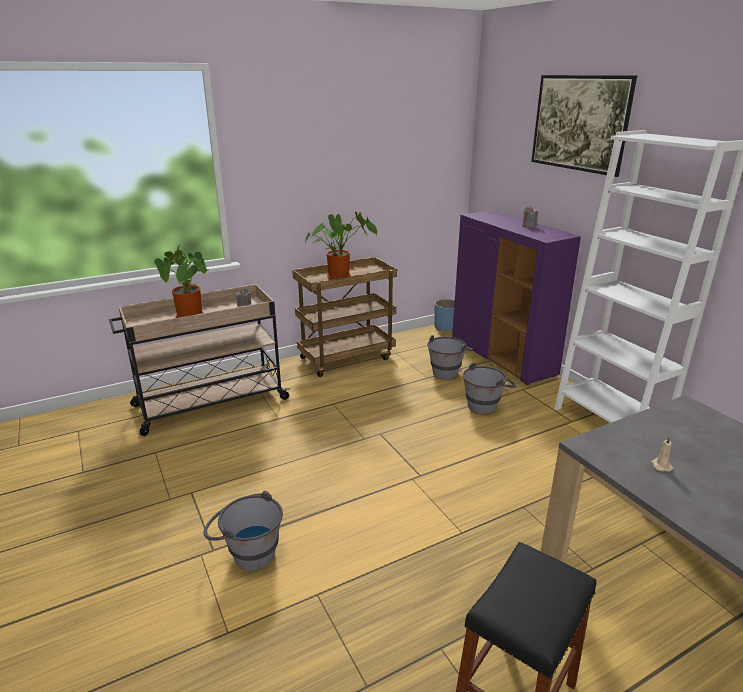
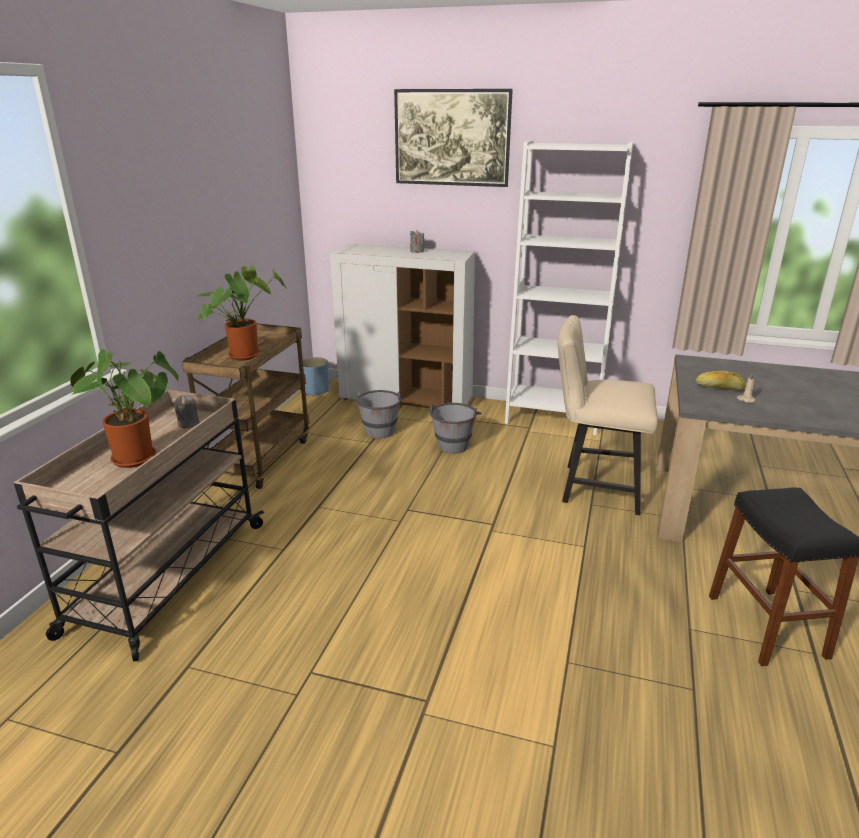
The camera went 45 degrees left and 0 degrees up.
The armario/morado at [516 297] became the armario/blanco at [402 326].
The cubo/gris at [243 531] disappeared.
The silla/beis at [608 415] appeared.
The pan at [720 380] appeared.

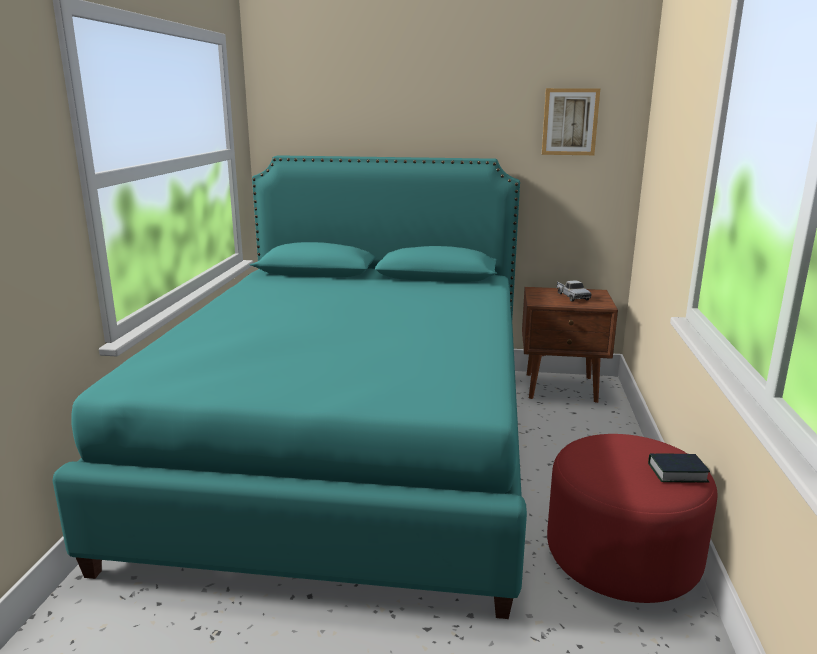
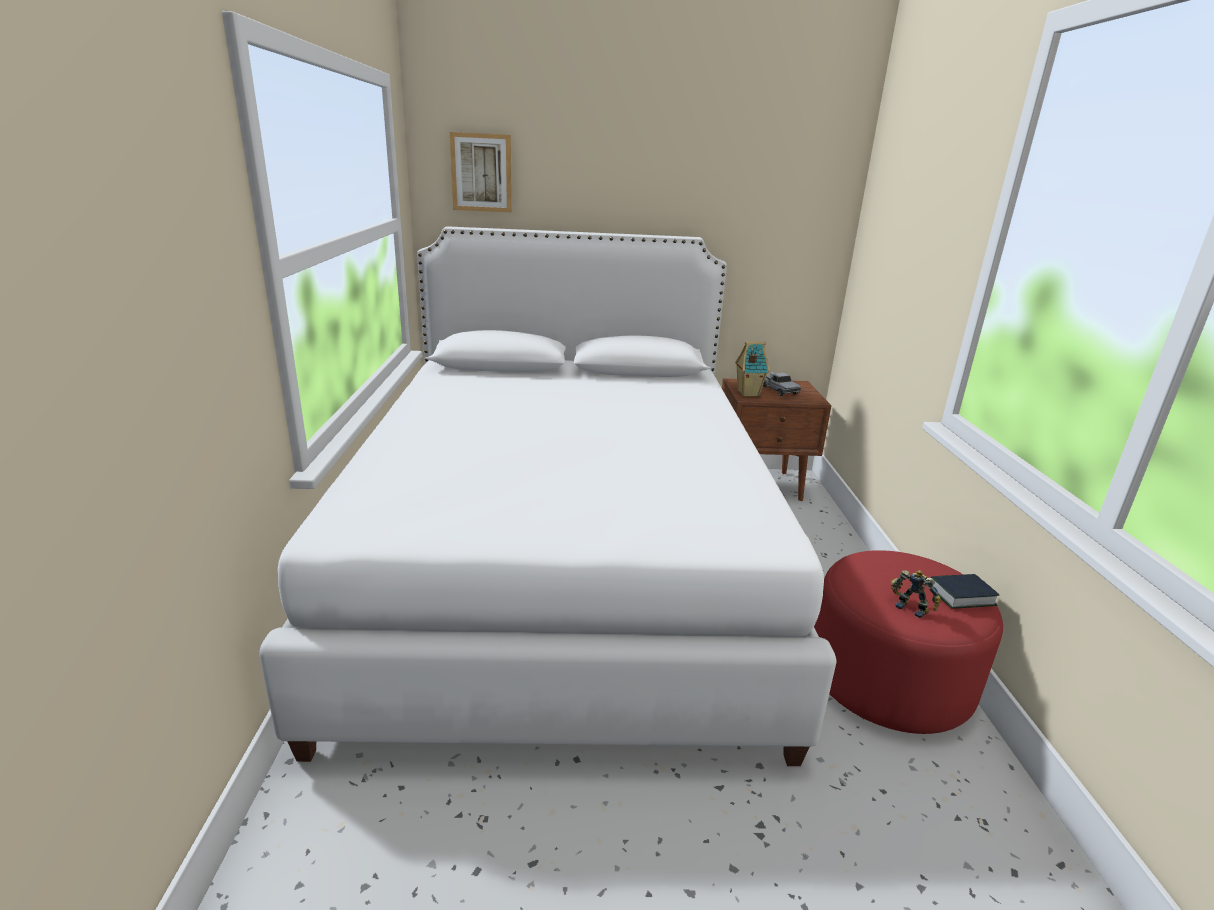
The camera went 10 degrees left and 5 degrees up.
The cuadro moved from [571 121] to [481 172].
The cama/turquesa at [290 387] became the cama/blanco at [548 496].
The casita at [752 369] appeared.
The robot de juguete at [916 594] appeared.

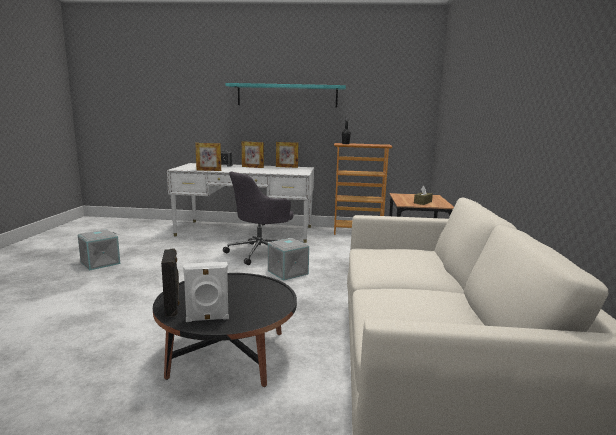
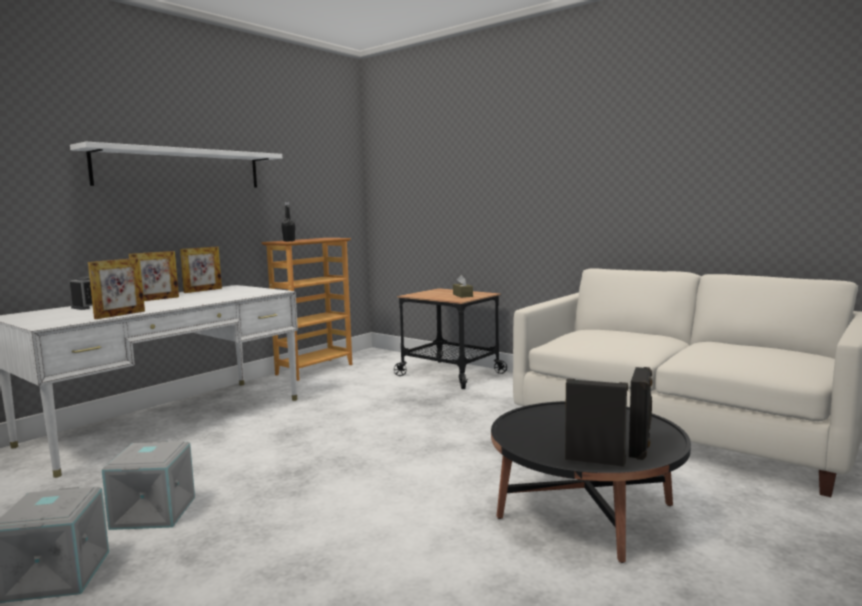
The camera went 55 degrees left and 5 degrees down.
The estante/turquesa at [285 95] became the estante/blanco at [176 165].
The silla de oficina/gris at [258 218] disappeared.
The caja de almacenaje/gris moved from [288 259] to [148 485].
The altavoz/blanco at [206 292] became the altavoz/negro at [640 413].

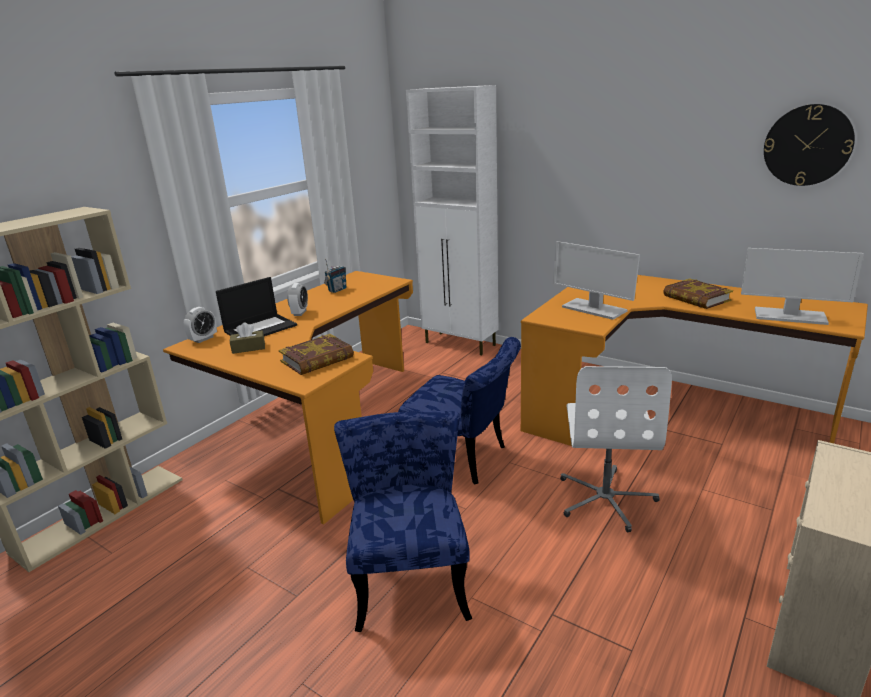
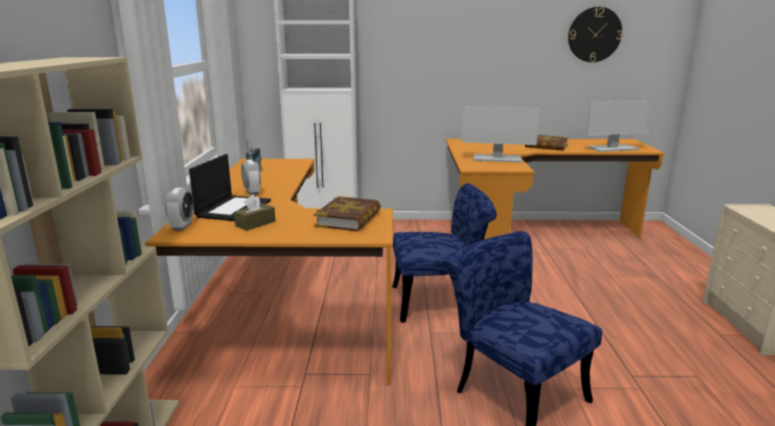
The camera went 35 degrees left and 5 degrees down.
The silla de oficina/blanco at [616 449] disappeared.

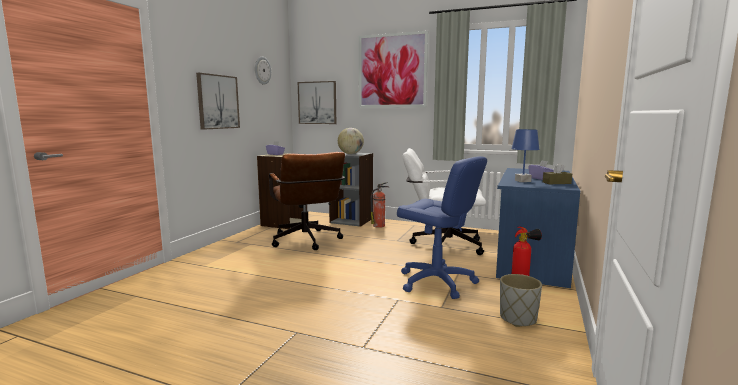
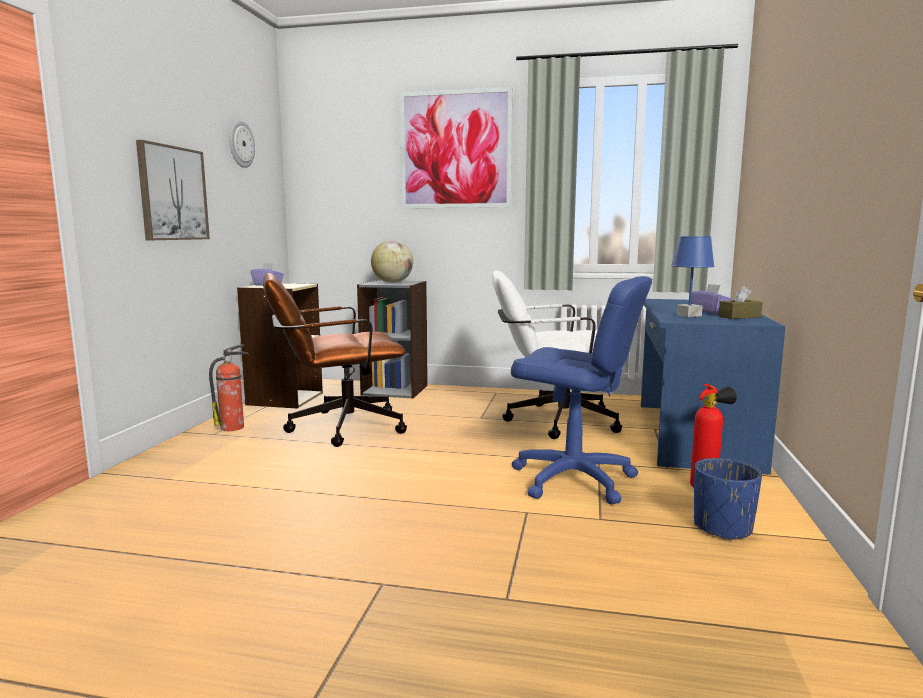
The camera went 10 degrees left and 0 degrees up.
The cuadro at [317 102] disappeared.
The silla de oficina/marrón at [307 201] turned 105 degrees clockwise.
The extintor moved from [379 205] to [229 387].
The maceta/gris at [521 300] became the maceta/azul at [728 499].

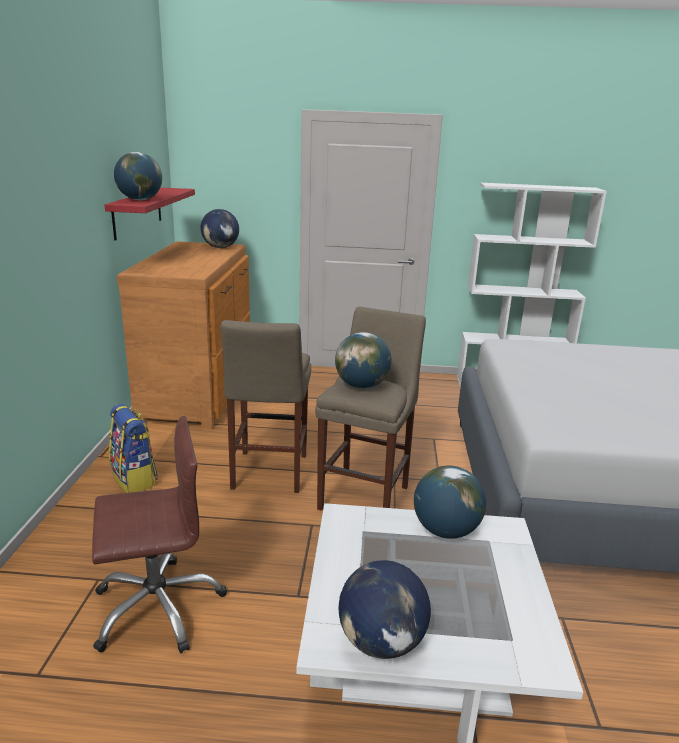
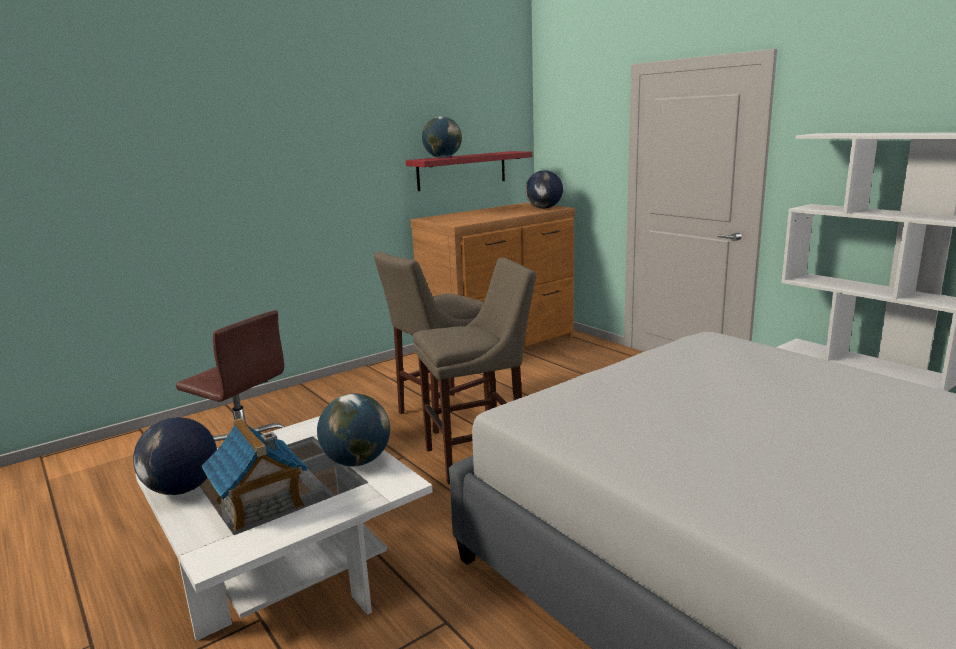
The camera went 50 degrees right and 5 degrees down.
The globo terráqueo at [363 360] disappeared.
The mochila at [133 448] disappeared.
The casita at [254 475] appeared.

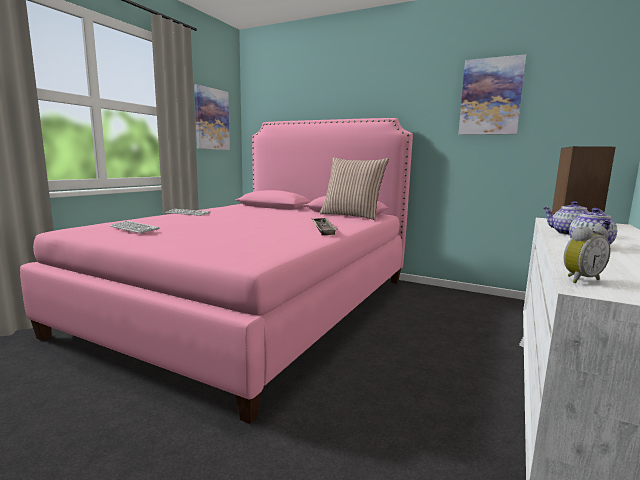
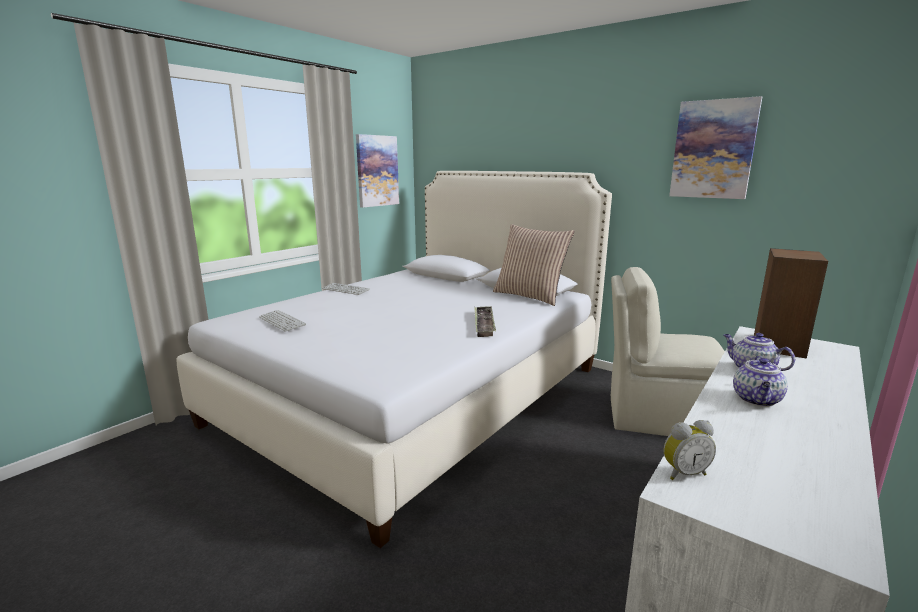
The camera went 10 degrees right and 5 degrees up.
The cama/rosa at [216 271] became the cama/blanco at [394 359].
The silla/beis at [668 351] appeared.

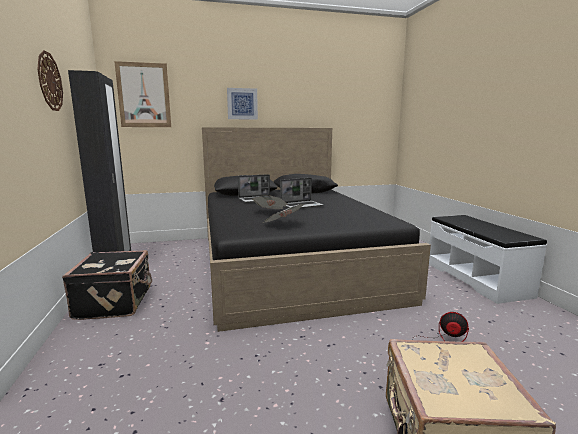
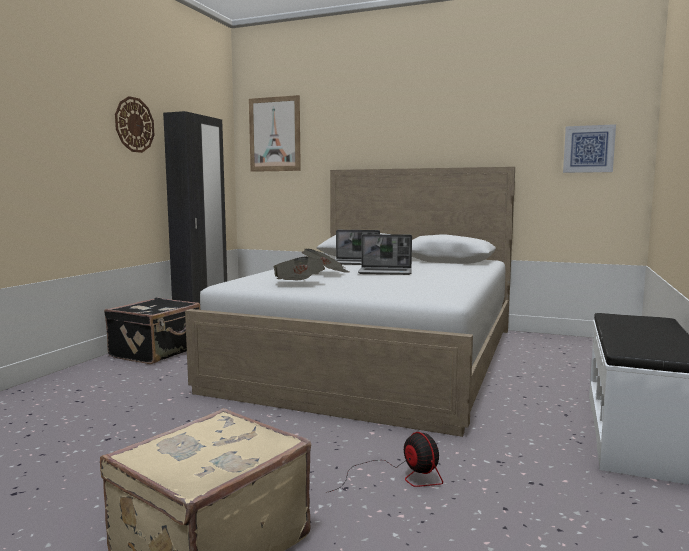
The camera went 35 degrees right and 5 degrees down.
The cuadro moved from [242 104] to [589 148].
The cama/negro at [316 229] became the cama/blanco at [350 302].

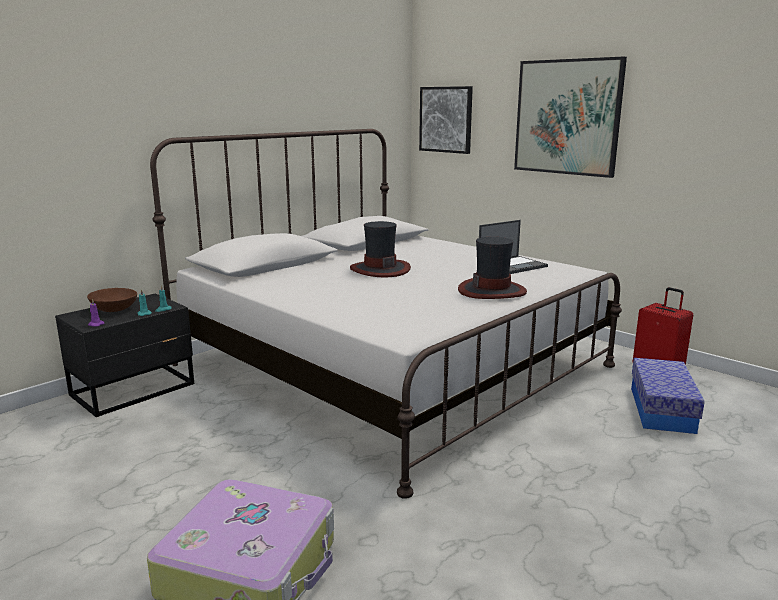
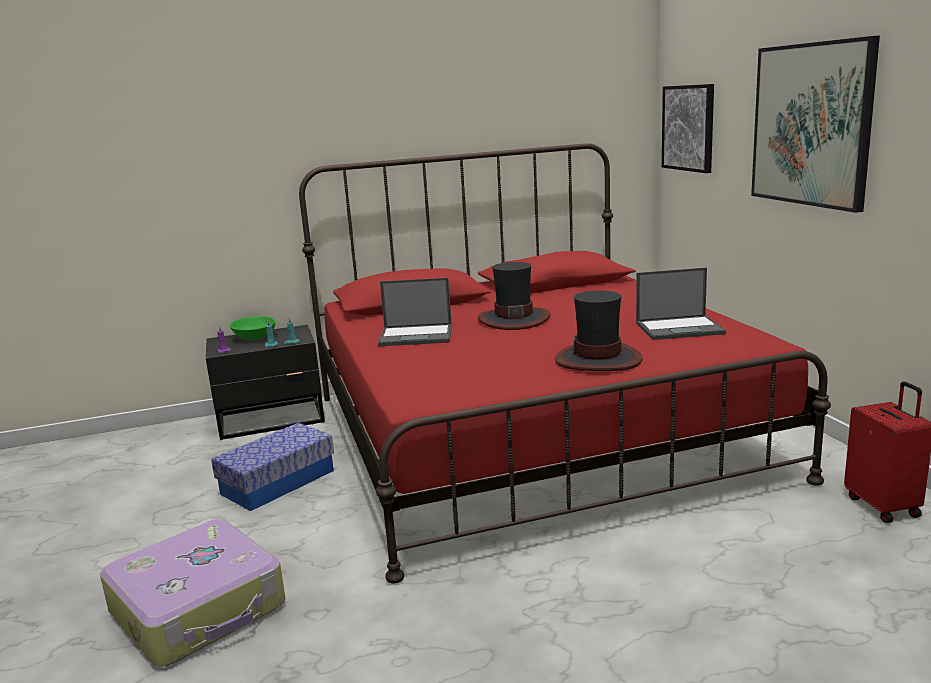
The camera went 30 degrees right and 0 degrees up.
The cama/blanco at [386 314] became the cama/rojo at [565 363].
The cuenco/marrón at [112 300] became the cuenco/verde at [252 328].
The caja de almacenaje moved from [668 396] to [272 467].
The portátil at [415 312] appeared.

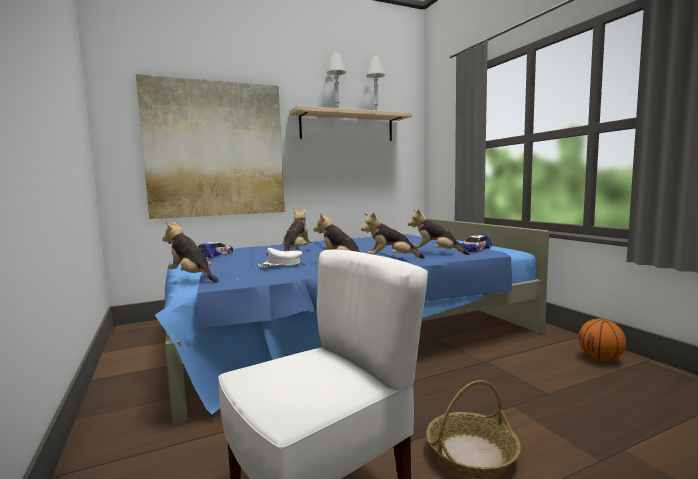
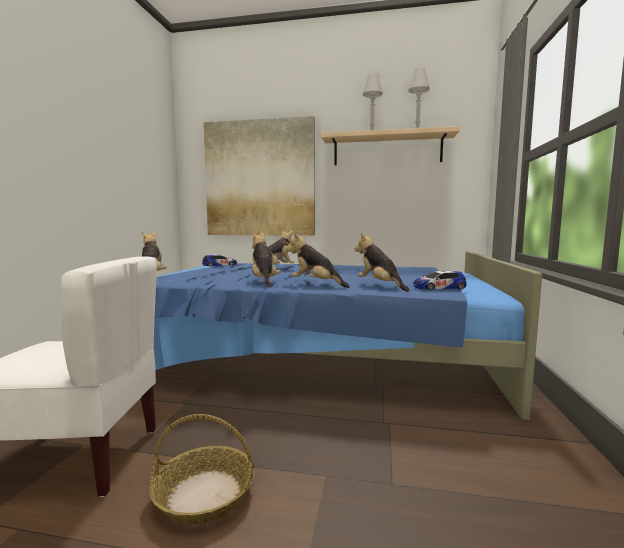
The camera went 35 degrees right and 0 degrees up.
The gorra/blanco at [280 257] disappeared.
The balón de baloncesto at [602 339] disappeared.

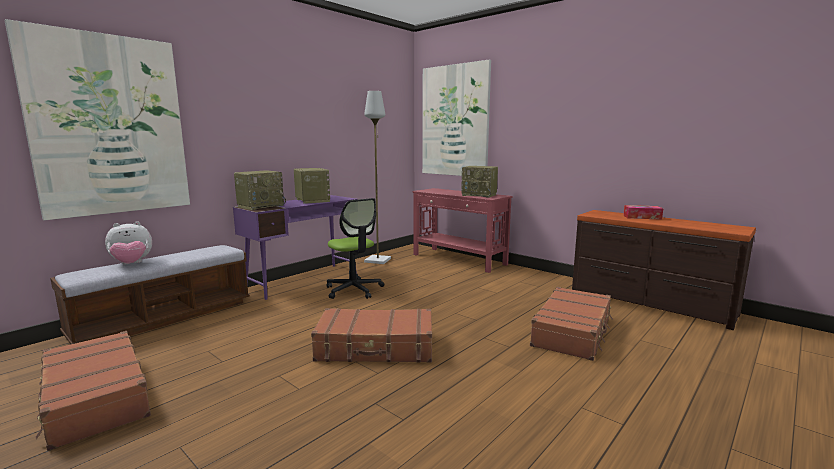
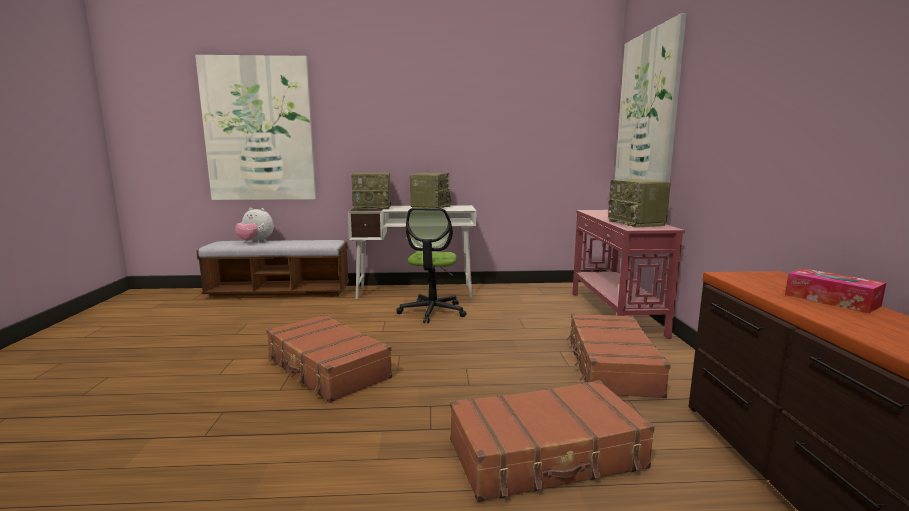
The camera went 45 degrees right and 0 degrees up.
The lámpara de pie/gris at [377 177] disappeared.
The escritorio/morado at [295 247] became the escritorio/blanco at [412 252].
The maleta/marrón moved from [93 391] to [618 355].

